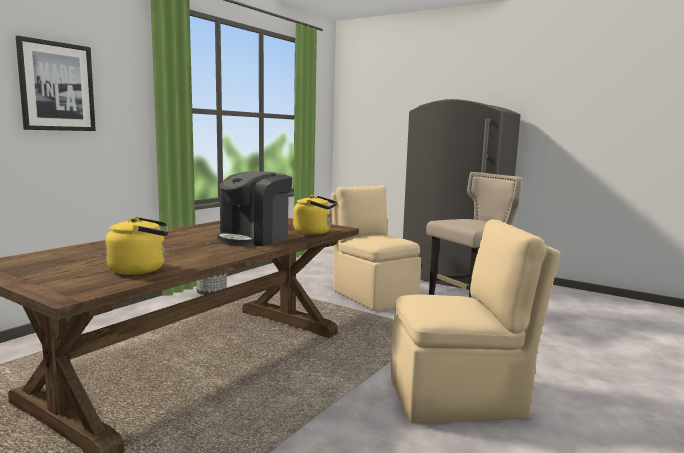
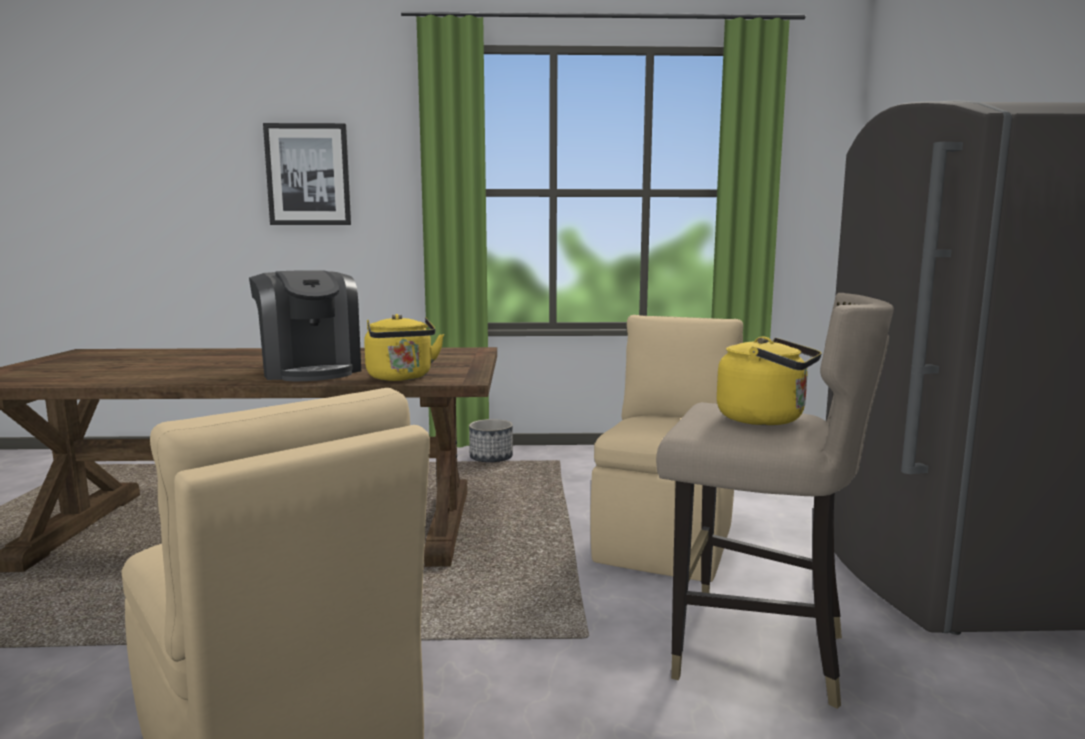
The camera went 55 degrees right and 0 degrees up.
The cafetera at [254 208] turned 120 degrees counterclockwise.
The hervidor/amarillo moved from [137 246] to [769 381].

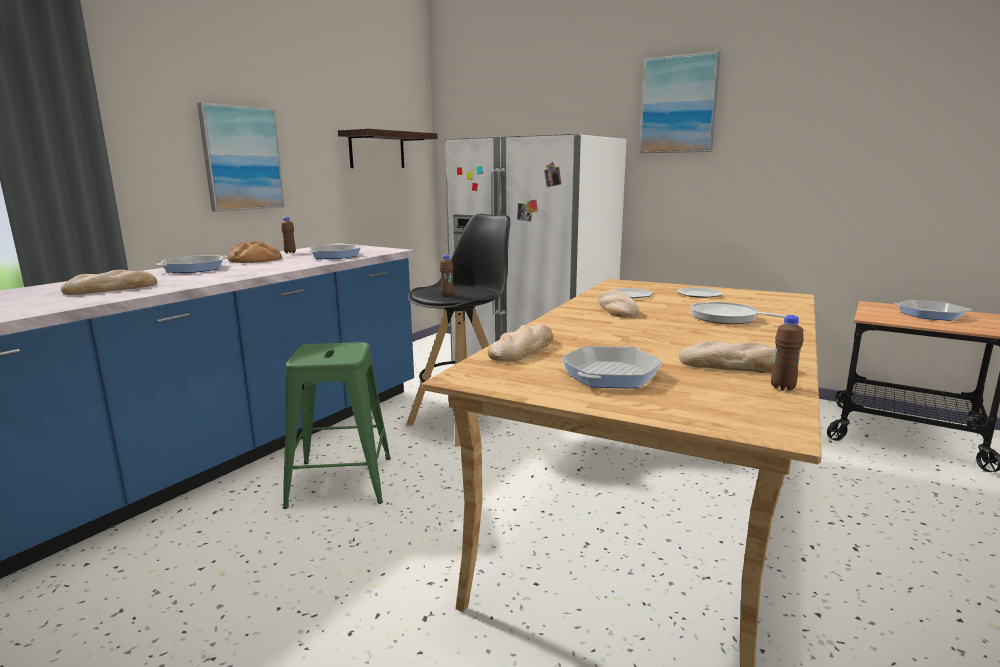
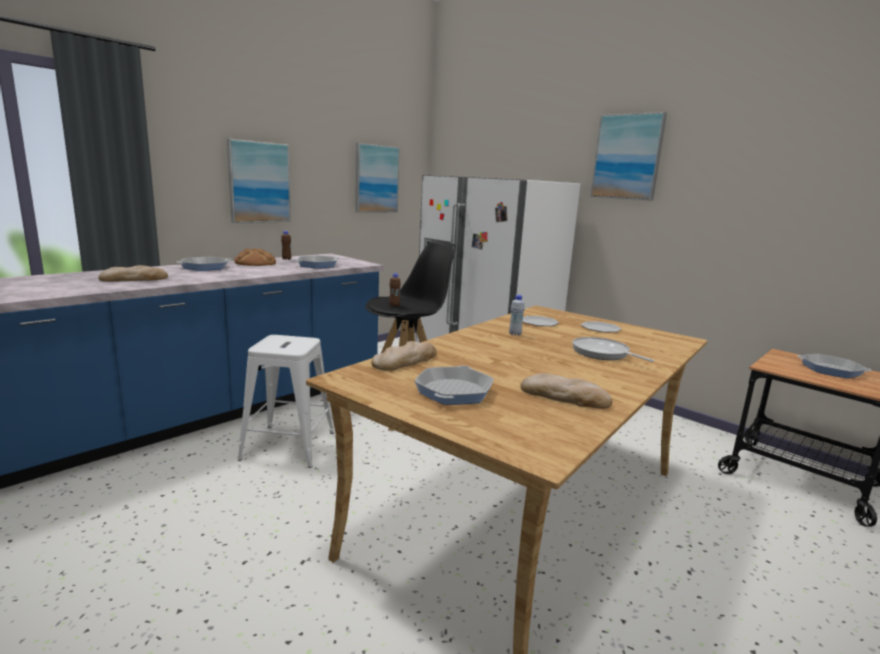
The camera went 10 degrees right and 0 degrees up.
The estante at [388 148] was replaced by the cuadro at [377 178].
The pan at [618 303] was replaced by the botella/blanco at [517 315].
The botella/marrón at [787 353] disappeared.
The taburete/verde at [337 425] became the taburete/blanco at [286 401].
The sartén at [612 367] turned 150 degrees clockwise.

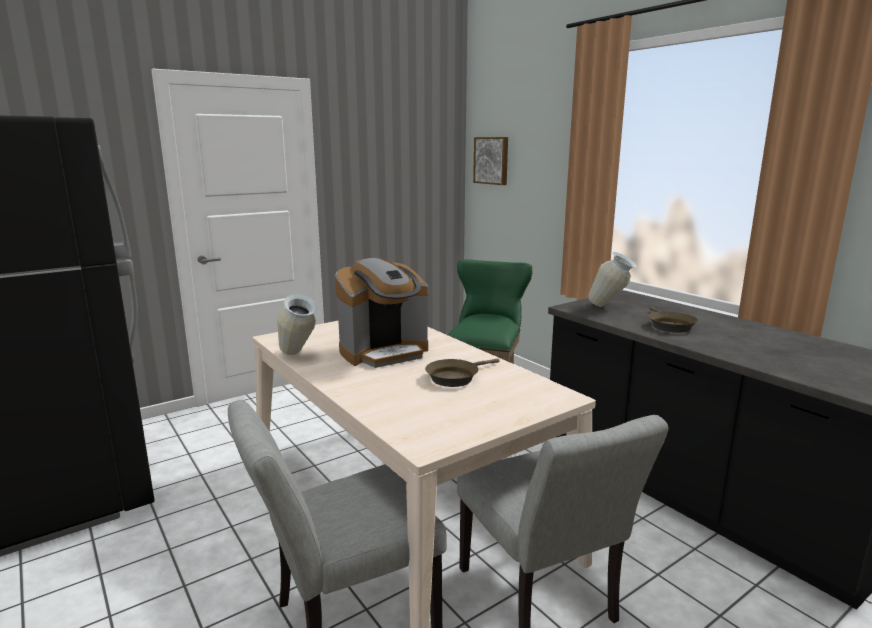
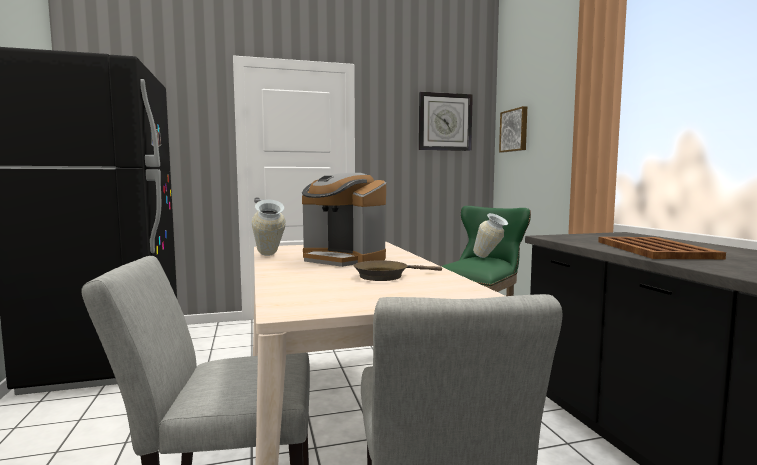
The camera went 20 degrees right and 10 degrees down.
The florero moved from [612 279] to [490 235].
The cafetera at [381 313] turned 45 degrees clockwise.
The sartén/marrón at [673 320] was replaced by the bandeja/marrón at [662 248].
The reloj de pared at [446 121] appeared.

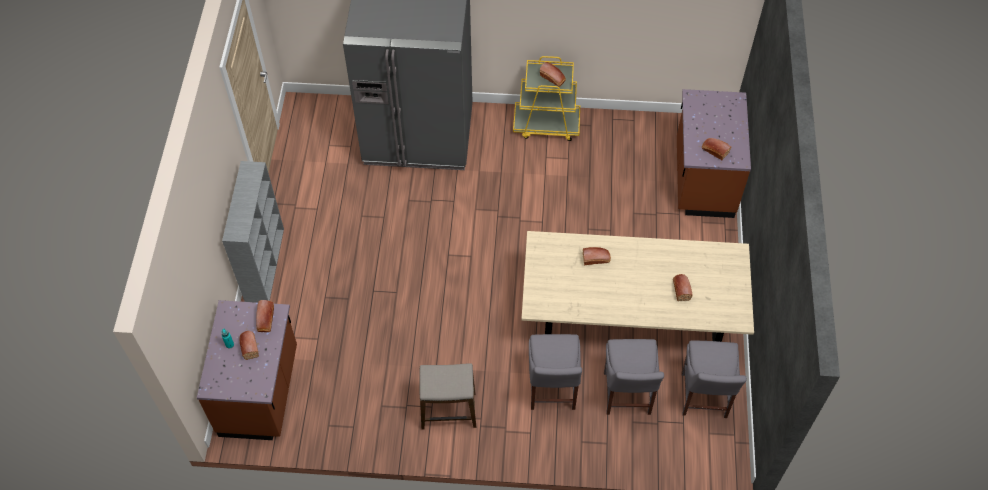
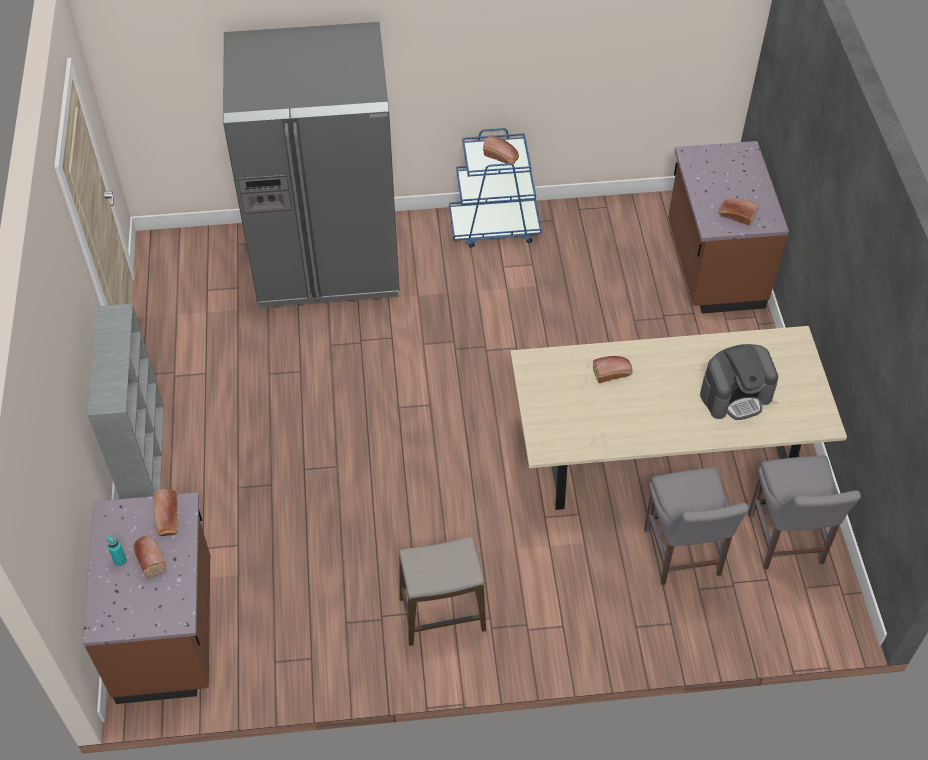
The camera went 10 degrees left and 5 degrees down.
The carrito/amarillo at [546 98] became the carrito/azul at [495 187].
The pan at [683 287] was replaced by the cafetera at [739 382].
The silla/gris at [555 372] disappeared.

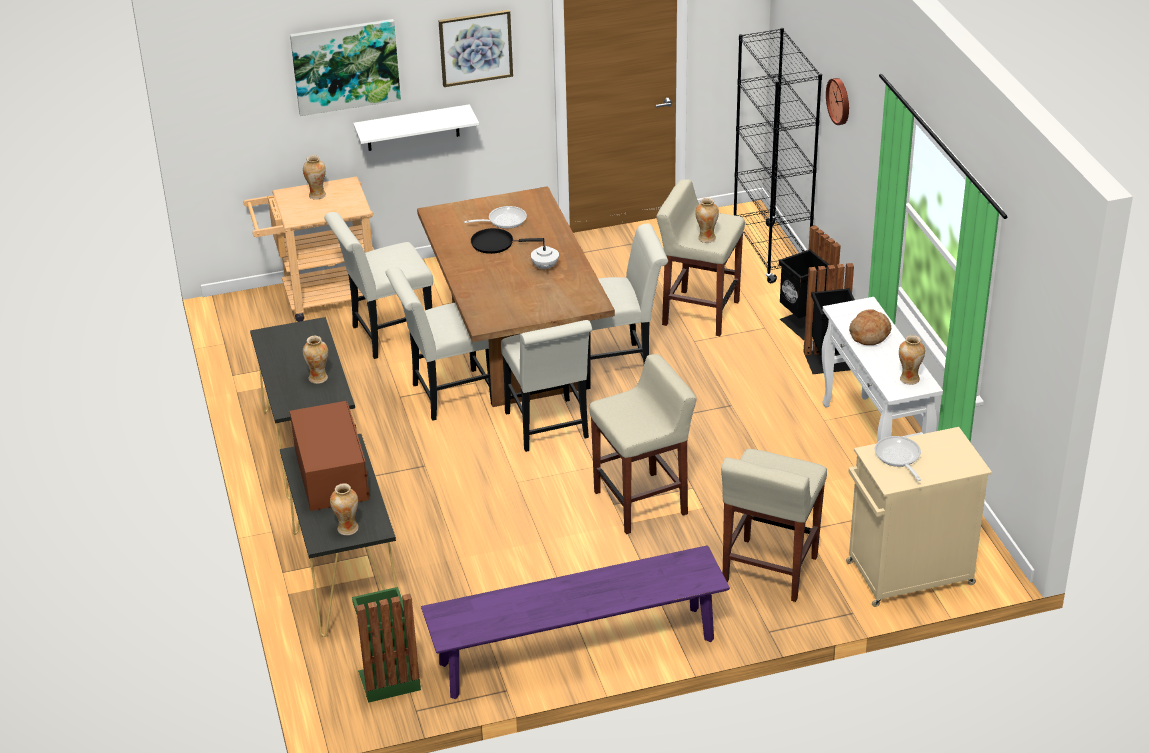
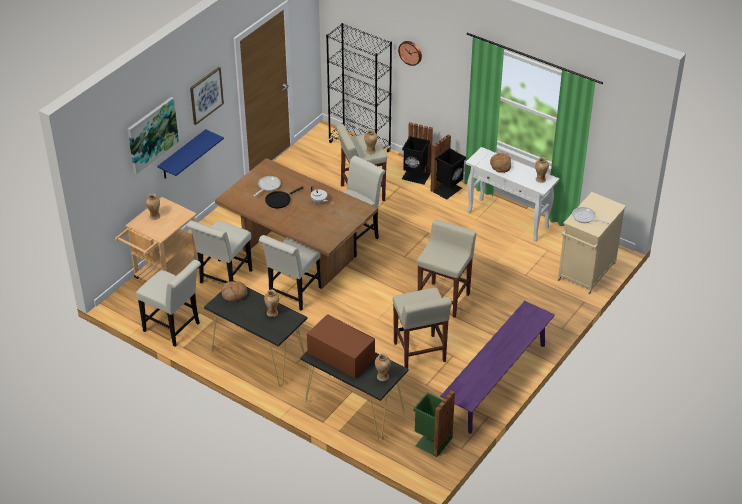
The camera went 40 degrees left and 5 degrees up.
The estante/blanco at [416 127] became the estante/azul at [190 154].
The silla/blanco moved from [546 386] to [168 303].
The taburete/beis moved from [774 525] to [422 328].
The pan at [235 291] appeared.

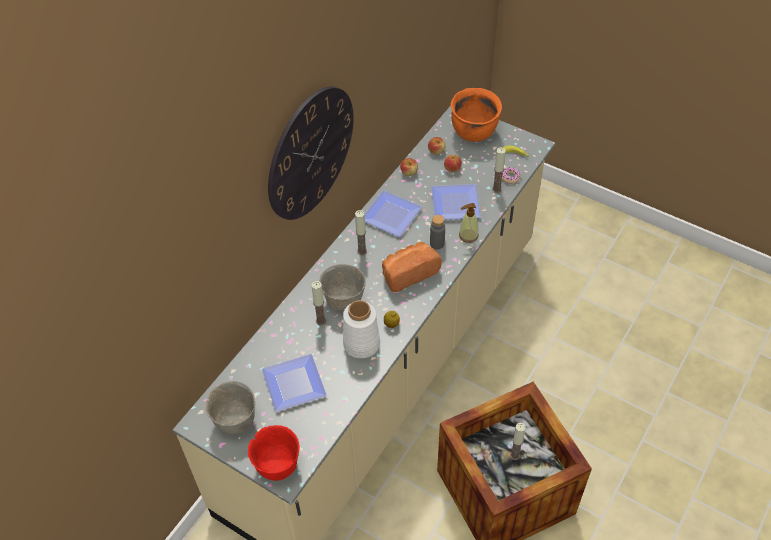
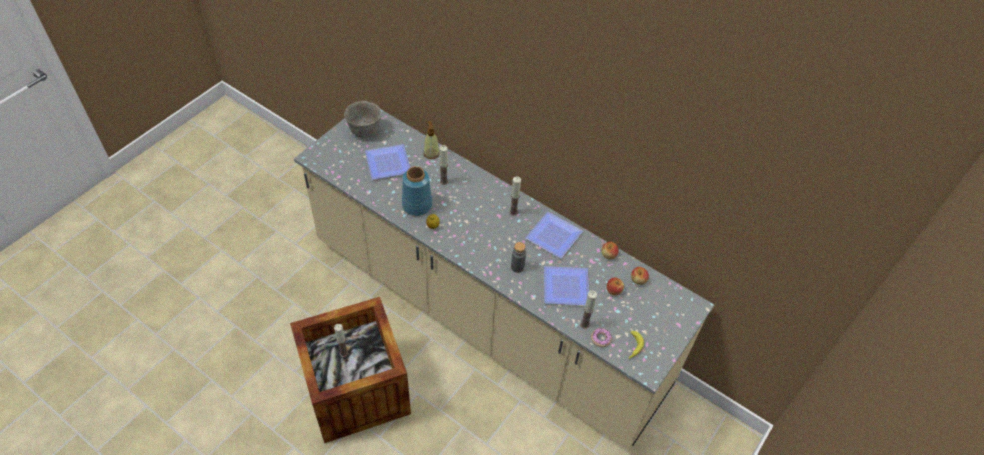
The camera went 90 degrees right and 0 degrees up.
The reloj de pared at [311 153] disappeared.
The olla/naranja at [476 115] disappeared.
The dispensador de jabón moved from [469 223] to [431 140].
The pan at [412 267] disappeared.
The cuenco/gris at [342 287] disappeared.
The florero/blanco at [361 329] became the florero/azul at [417 191].
The cuenco/rojo at [274 453] disappeared.

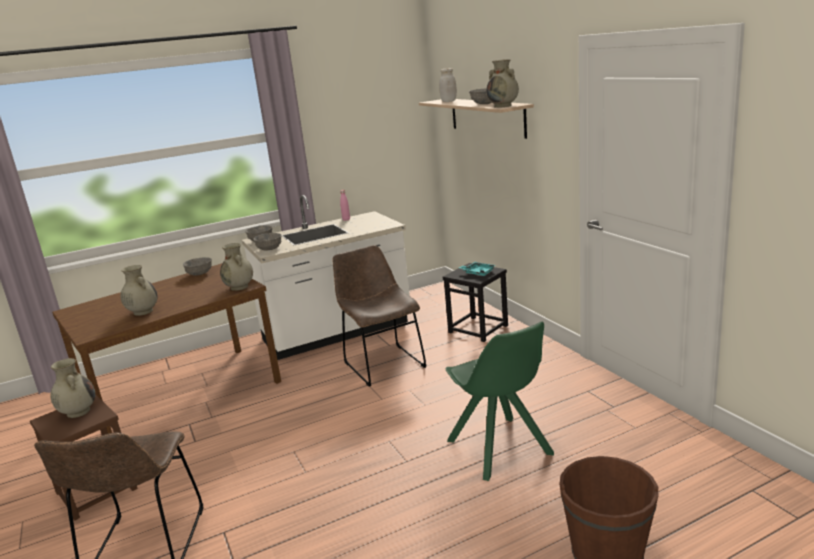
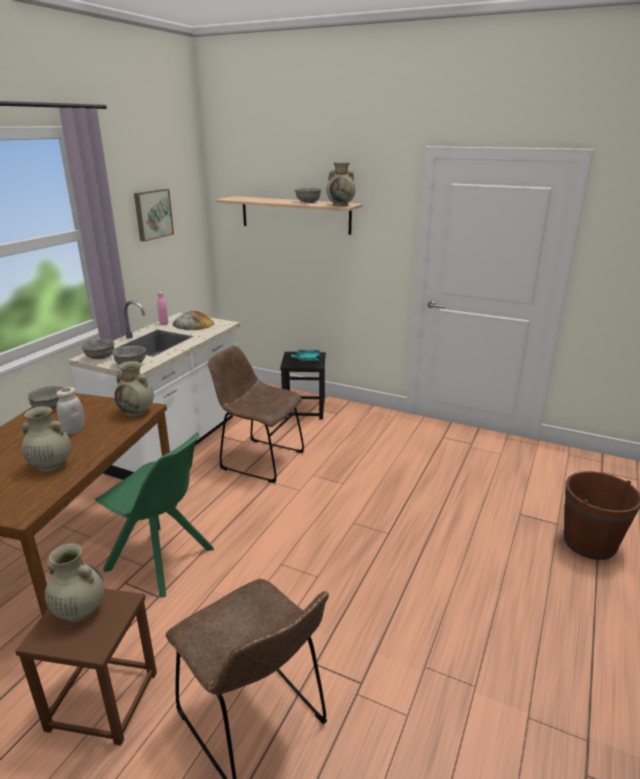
The camera went 40 degrees left and 5 degrees up.
The tarro/blanco moved from [448 85] to [70 410].
The silla/verde moved from [499 401] to [154 515].
The cuadro at [154 215] appeared.
The pan at [193 320] appeared.

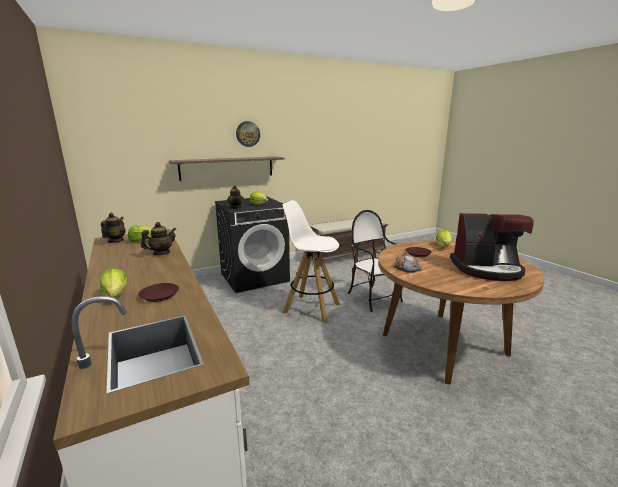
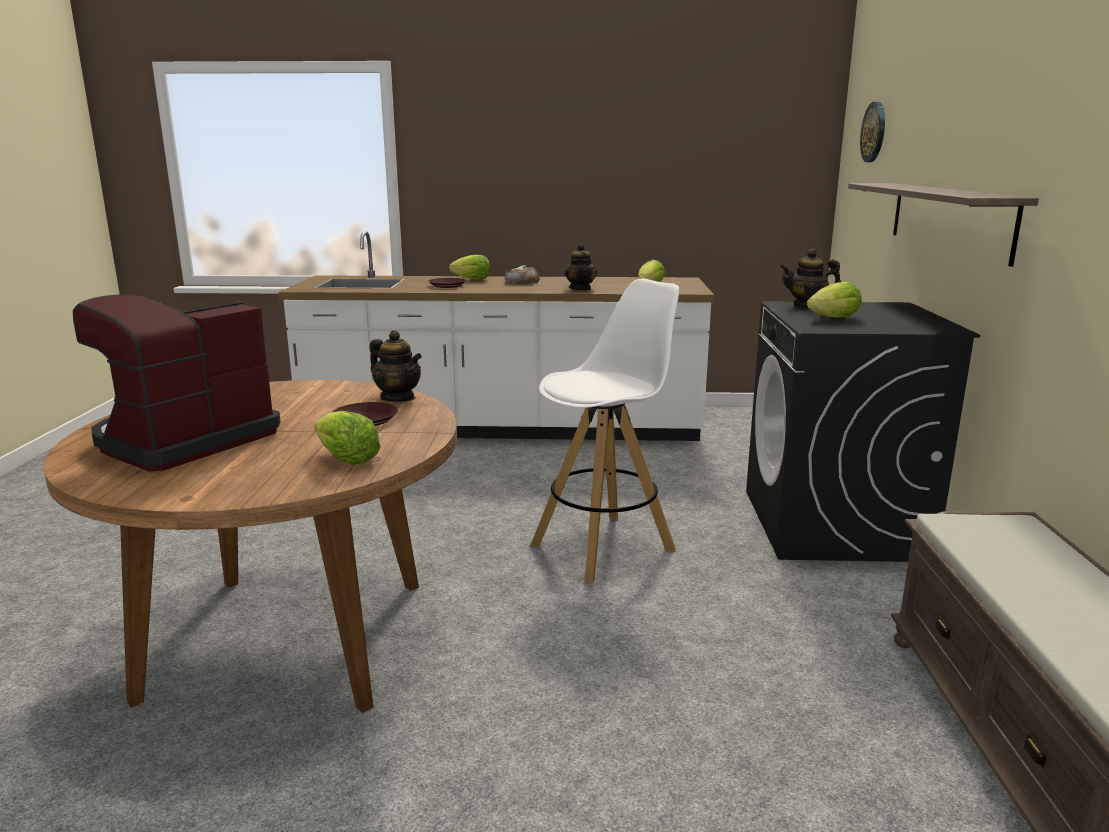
The camera went 120 degrees right and 0 degrees up.
The reloj de pared moved from [248 134] to [872 132].
The silla at [375 261] disappeared.
The tetera moved from [113 228] to [396 366].
The pan moved from [407 264] to [522 274].

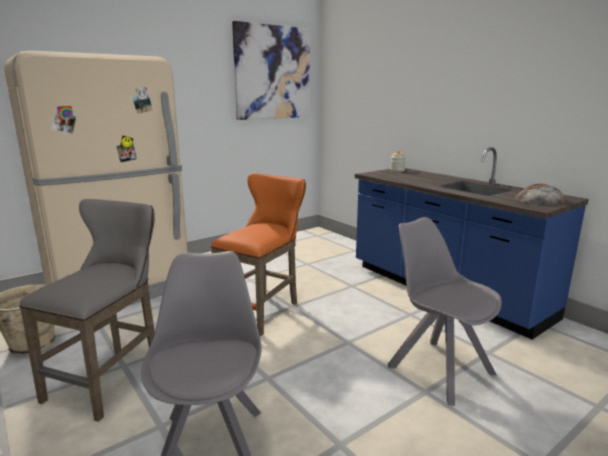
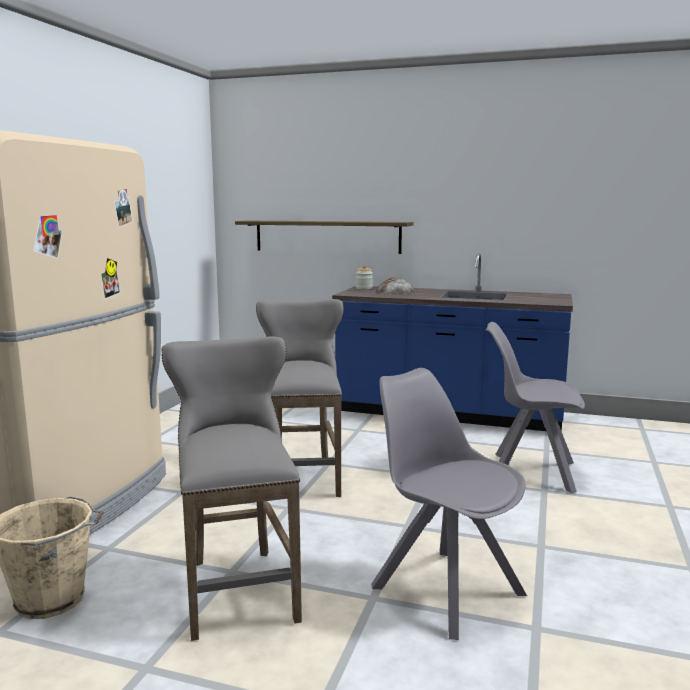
The camera went 35 degrees left and 5 degrees down.
The cuadro at [271 70] disappeared.
The taburete/naranja at [258 254] became the taburete/gris at [300 398].
The pan moved from [540 194] to [395 286].
The estante at [324 237] appeared.

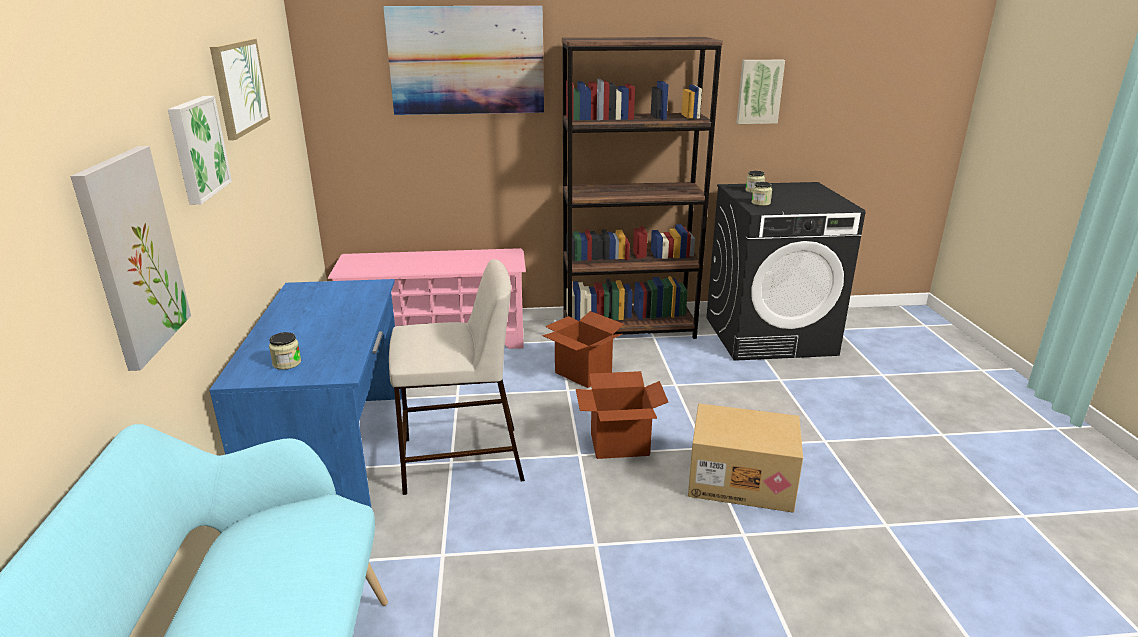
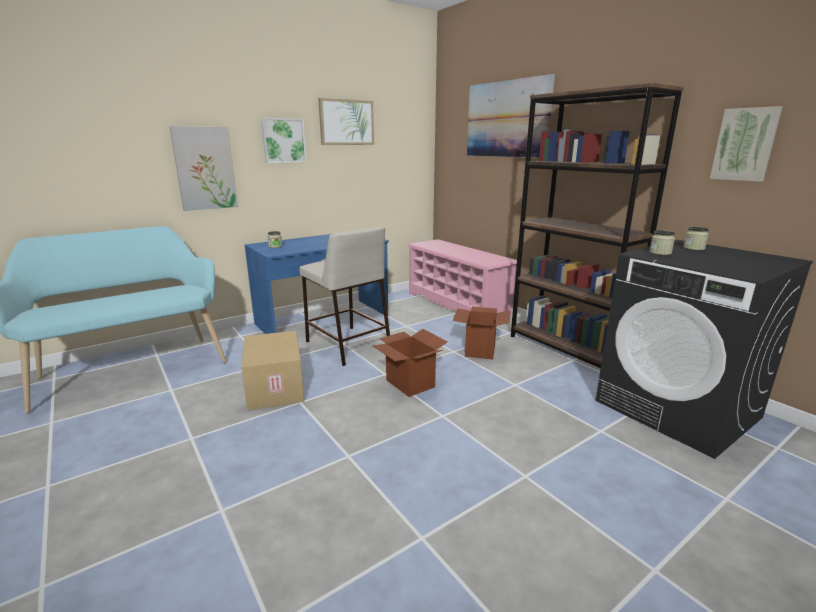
The camera went 60 degrees right and 5 degrees down.
The caja de cartón moved from [745 458] to [272 370].

